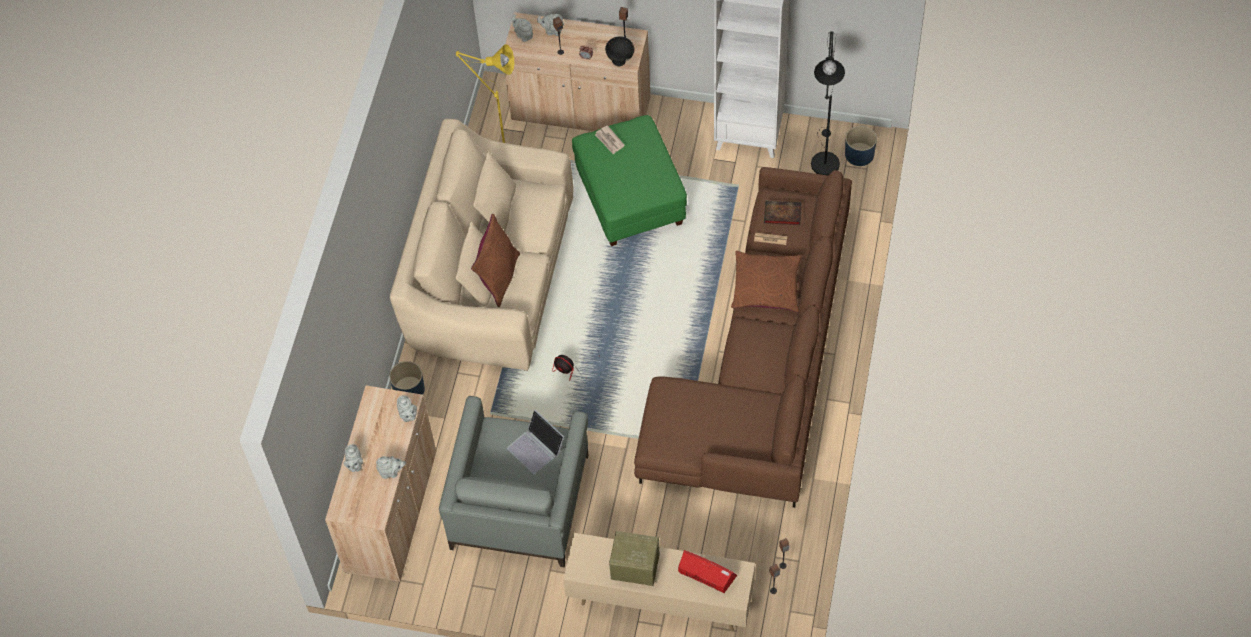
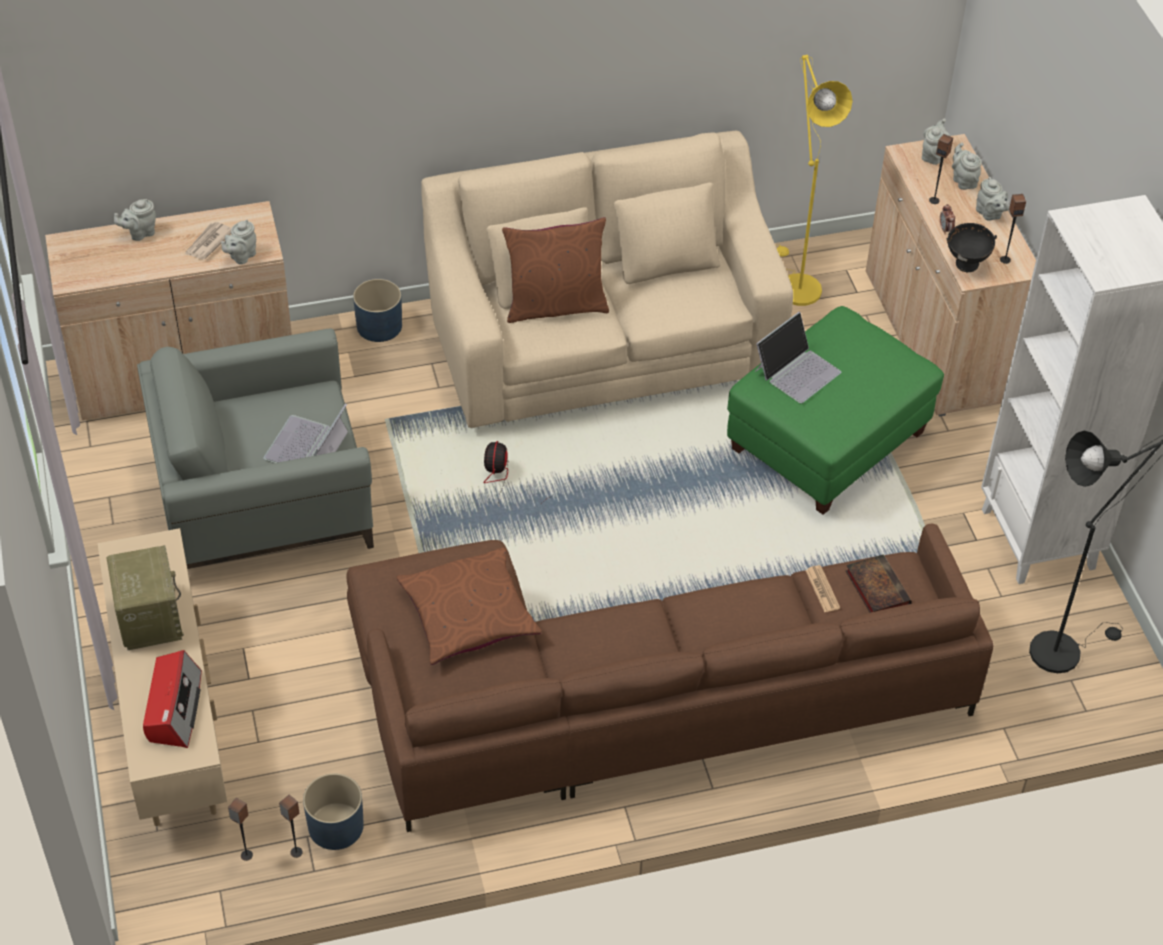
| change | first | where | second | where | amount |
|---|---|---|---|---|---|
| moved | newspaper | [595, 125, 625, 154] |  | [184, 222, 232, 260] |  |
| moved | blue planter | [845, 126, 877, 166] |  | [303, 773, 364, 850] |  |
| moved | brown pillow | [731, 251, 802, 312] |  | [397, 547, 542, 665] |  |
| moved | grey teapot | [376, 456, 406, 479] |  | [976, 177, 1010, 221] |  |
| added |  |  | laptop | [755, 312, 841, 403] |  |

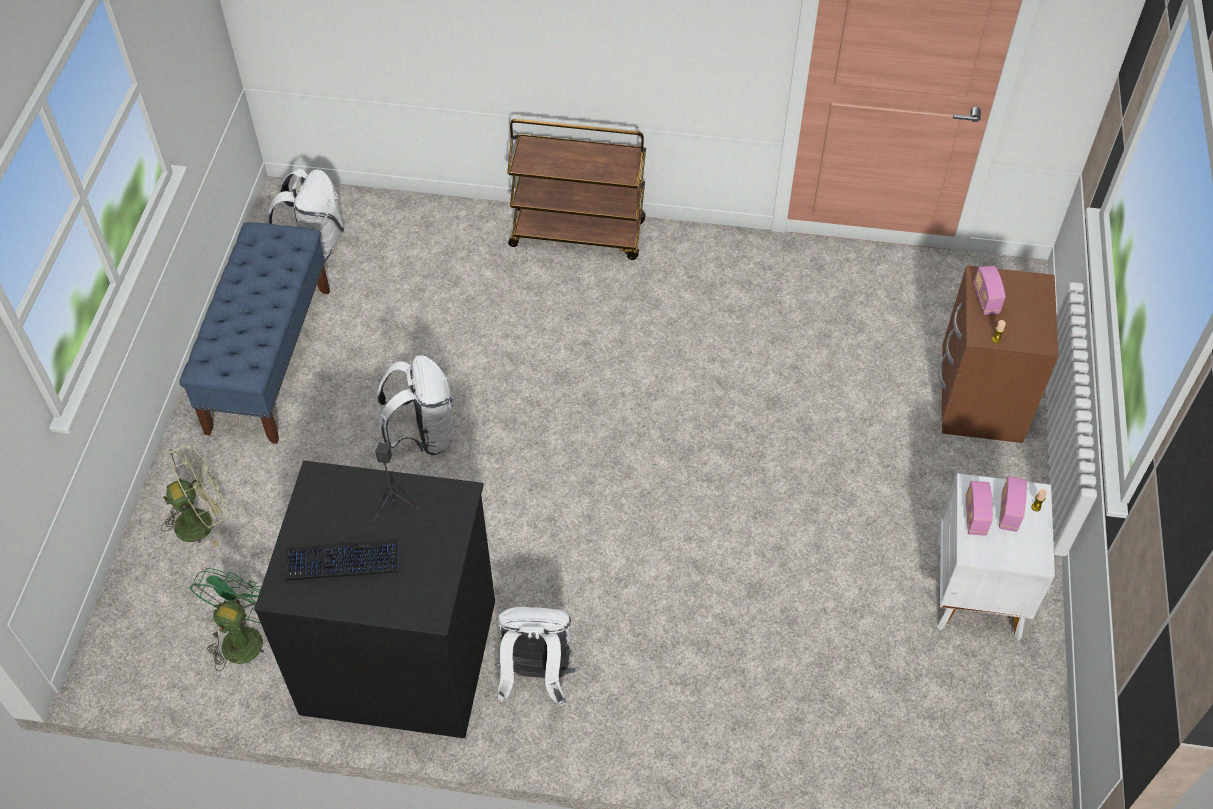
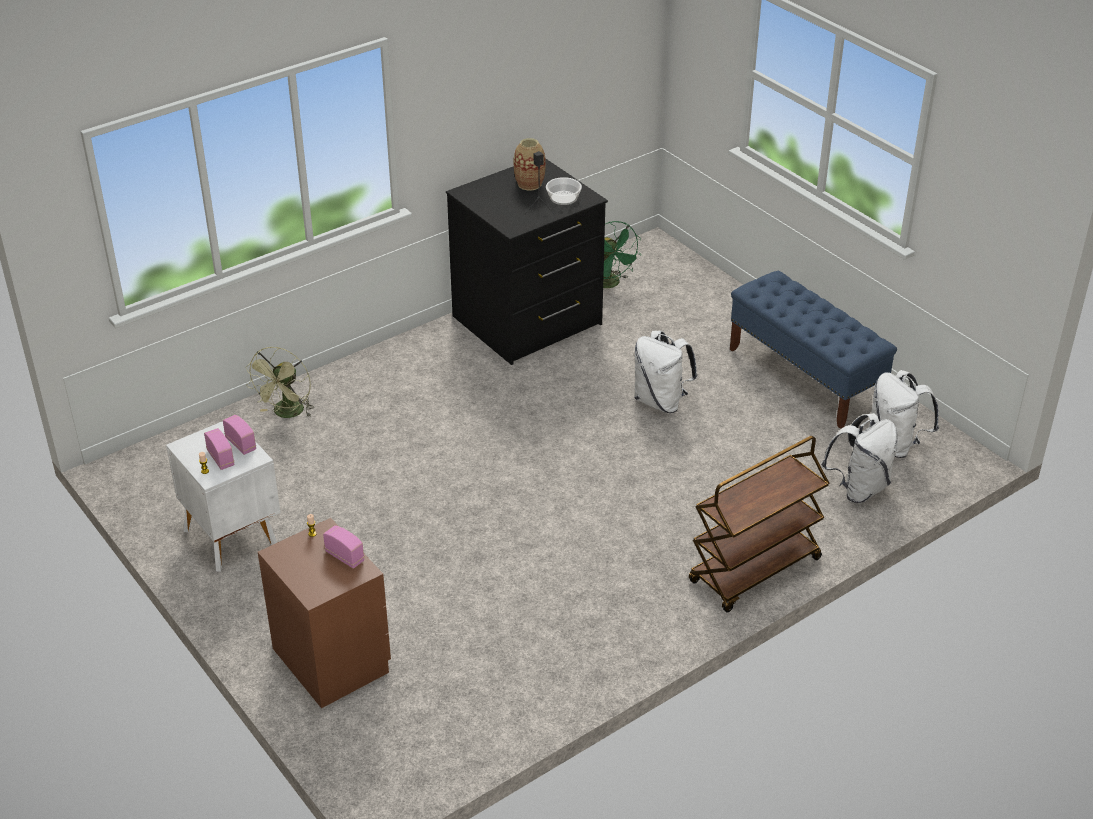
| change | first | where | second | where | amount |
|---|---|---|---|---|---|
| moved | green fan | [161, 444, 228, 547] |  | [246, 347, 314, 418] |  |
| replaced | keyboard | [285, 539, 399, 581] | vase | [514, 138, 546, 190] |  |
| moved | white backpack | [495, 606, 575, 706] |  | [821, 413, 898, 503] |  |
| added |  |  | bowl | [546, 177, 582, 205] |  |

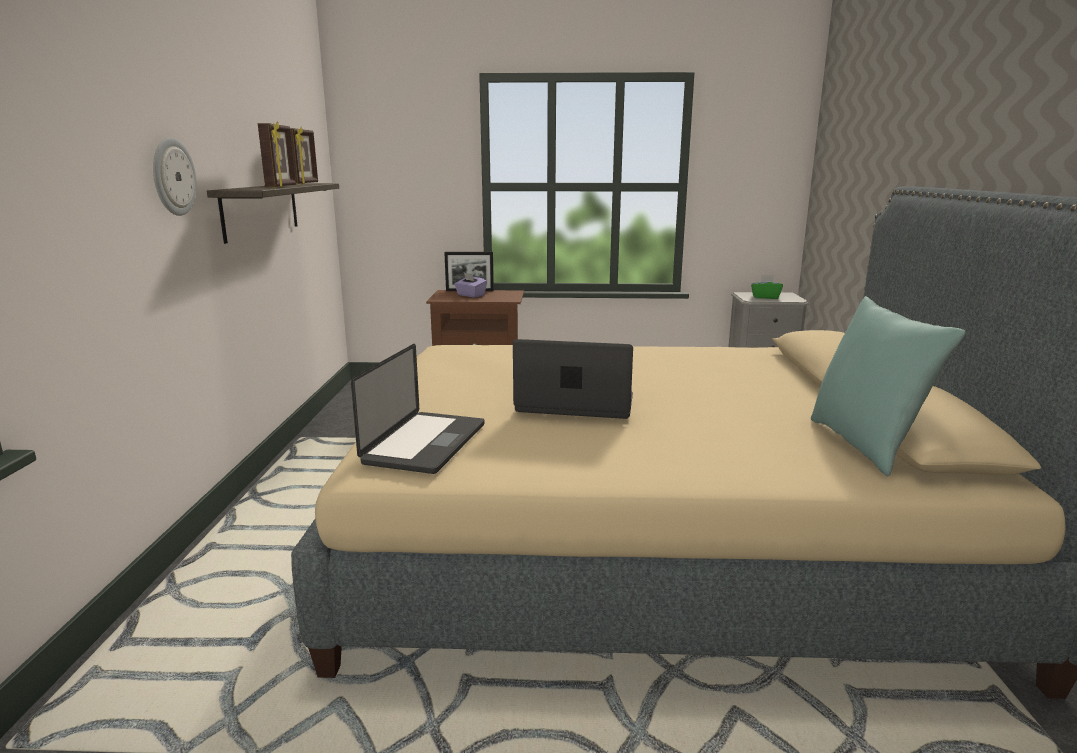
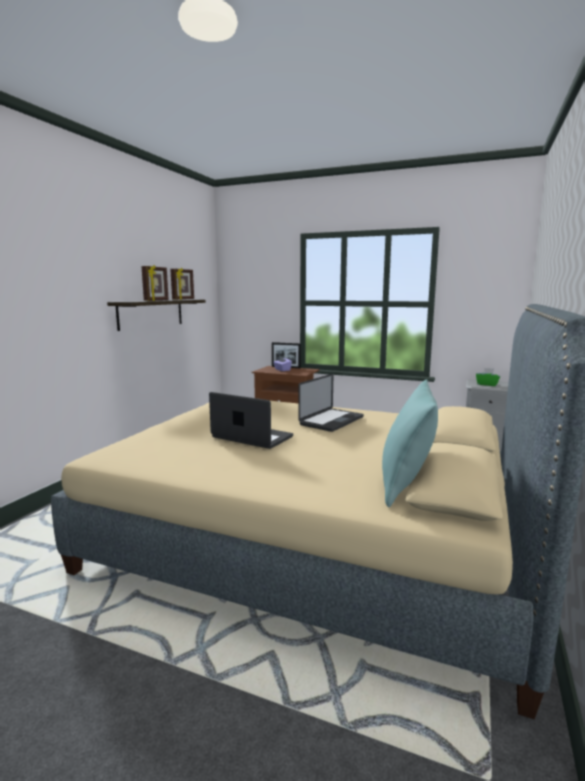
| change | first | where | second | where | amount |
|---|---|---|---|---|---|
| removed | wall clock | [153, 137, 197, 216] |  |  |  |
| moved | laptop | [351, 344, 485, 474] |  | [298, 374, 364, 432] |  |

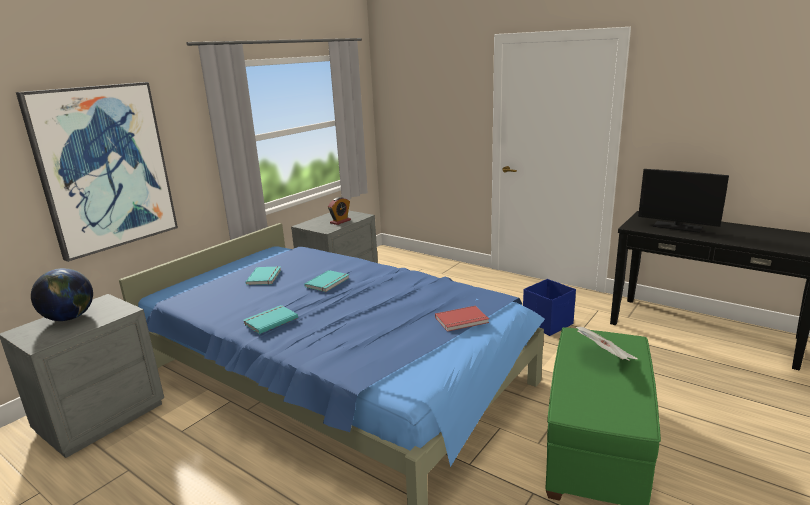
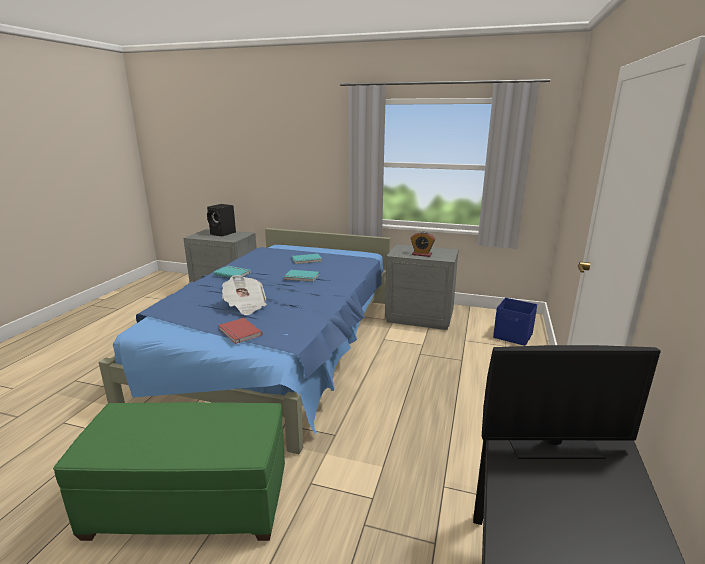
| change | first | where | second | where | amount |
|---|---|---|---|---|---|
| removed | picture | [16, 82, 178, 262] |  |  |  |
| turned | monitor | [638, 169, 729, 233] |  | [482, 345, 661, 459] | 105 degrees counterclockwise |
| replaced | globe | [31, 268, 93, 321] | black speaker | [207, 204, 236, 236] |  |
| moved | blue storage box | [523, 279, 576, 336] |  | [493, 298, 537, 346] |  |
| moved | newspaper | [576, 326, 638, 361] |  | [222, 275, 267, 315] |  |

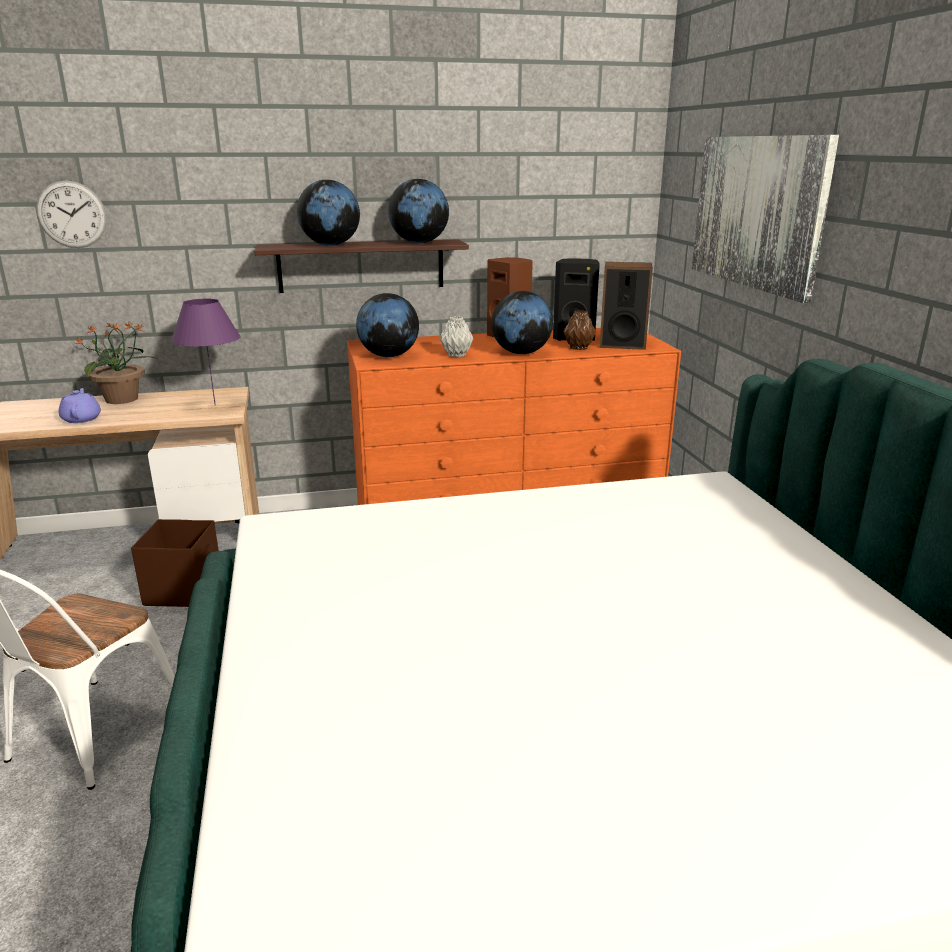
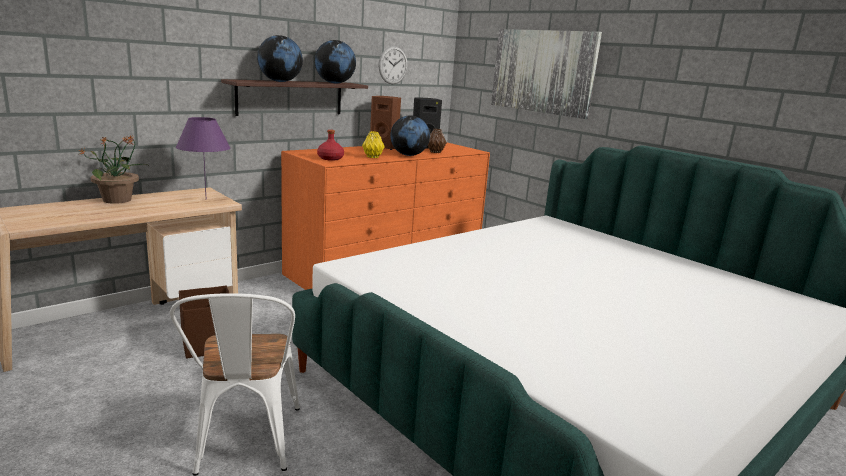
| change | first | where | second | where | amount |
|---|---|---|---|---|---|
| moved | wall clock | [36, 180, 107, 248] |  | [379, 46, 408, 84] |  |
| removed | speaker | [600, 262, 653, 350] |  |  |  |
| replaced | globe | [356, 293, 419, 357] | red bottle | [317, 130, 344, 161] |  |
| recoloured | grey vase | [440, 316, 473, 357] | yellow vase | [362, 131, 384, 158] |  |
| removed | purple teapot | [59, 388, 101, 423] |  |  |  |

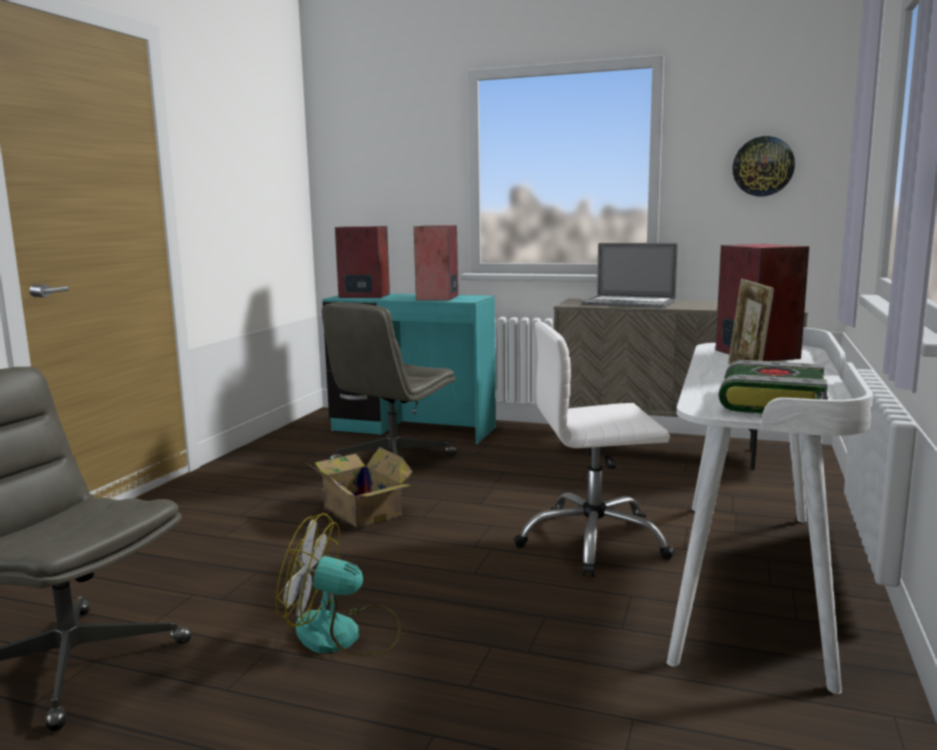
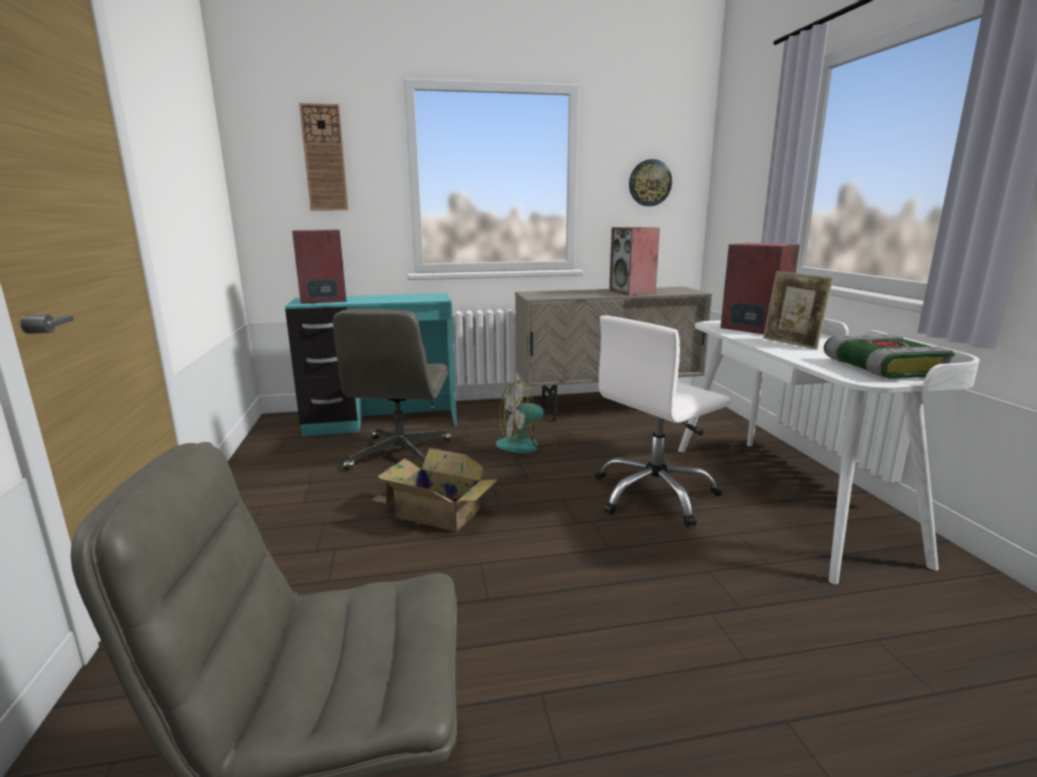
| change | first | where | second | where | amount |
|---|---|---|---|---|---|
| moved | speaker | [414, 225, 458, 301] |  | [609, 227, 660, 296] |  |
| removed | laptop | [581, 243, 678, 308] |  |  |  |
| moved | fan | [276, 513, 401, 657] |  | [496, 380, 558, 453] |  |
| added |  |  | wall clock | [299, 103, 349, 210] |  |

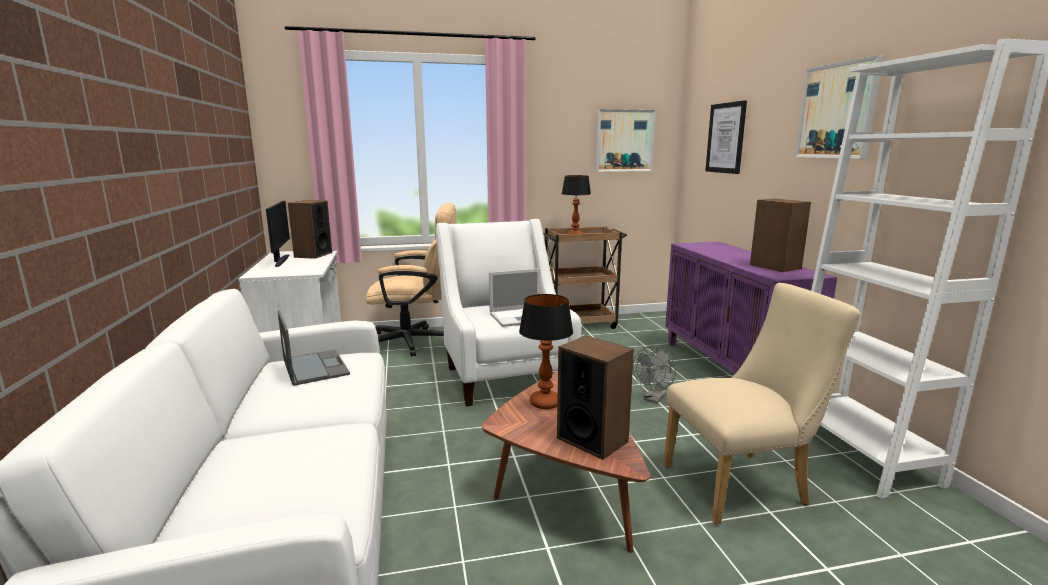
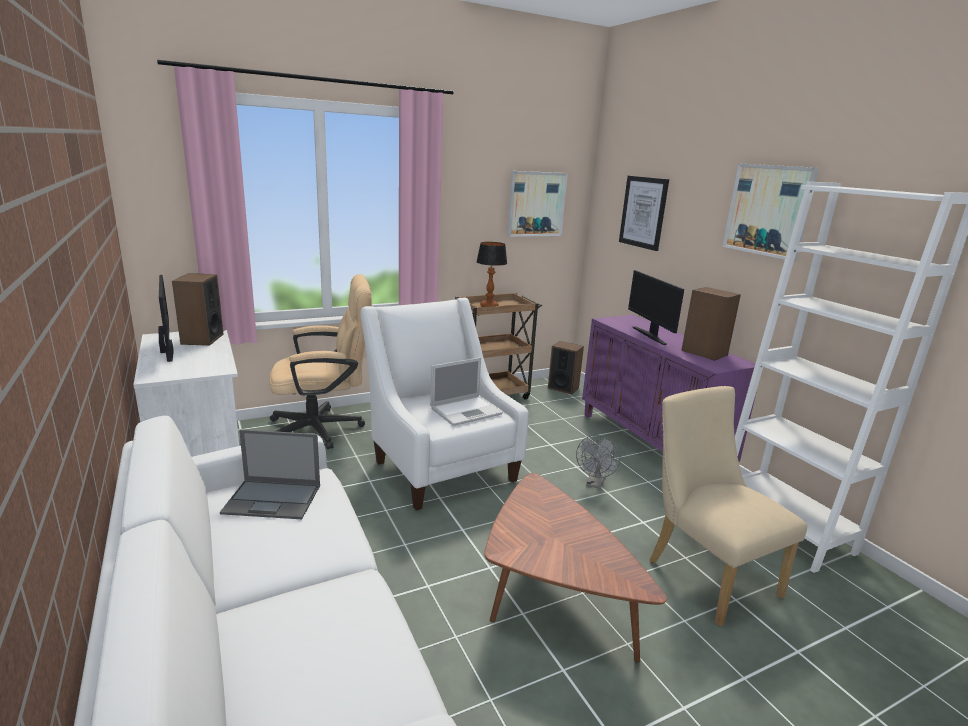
| change | first | where | second | where | amount |
|---|---|---|---|---|---|
| turned | beige chair | [663, 283, 861, 525] |  | [649, 386, 807, 626] | 90 degrees counterclockwise |
| removed | table lamp | [519, 294, 573, 409] |  |  |  |
| turned | laptop | [278, 310, 350, 386] |  | [220, 429, 320, 519] | 135 degrees clockwise |
| moved | speaker | [557, 335, 634, 460] |  | [548, 341, 584, 395] |  |
| added |  |  | monitor | [628, 270, 684, 345] |  |

